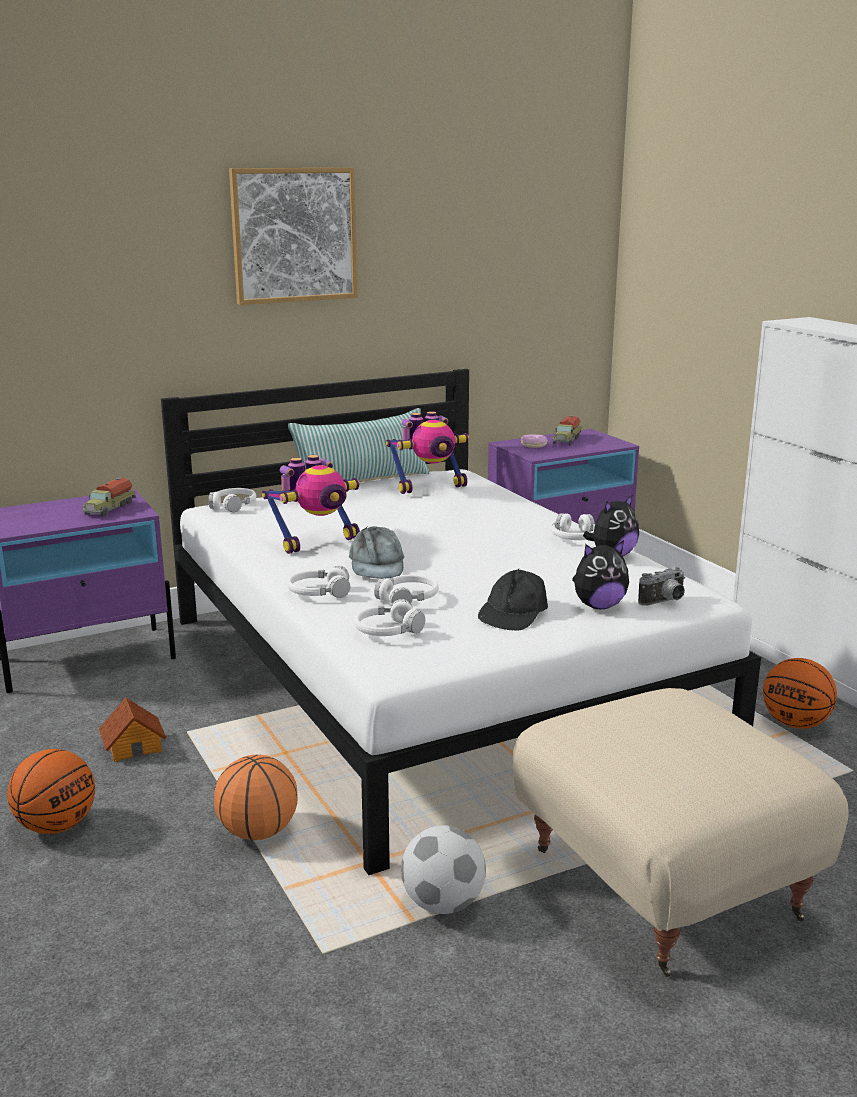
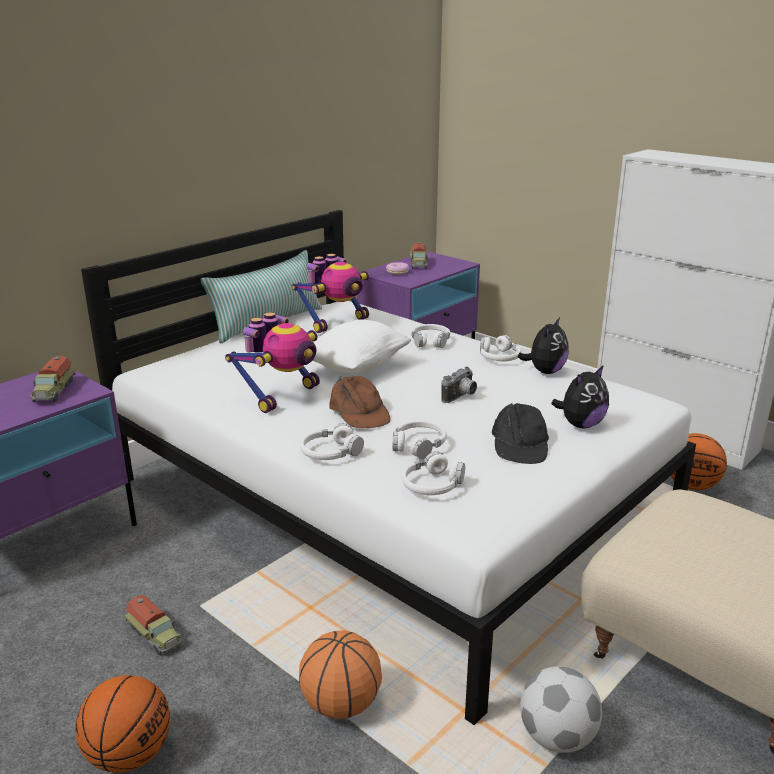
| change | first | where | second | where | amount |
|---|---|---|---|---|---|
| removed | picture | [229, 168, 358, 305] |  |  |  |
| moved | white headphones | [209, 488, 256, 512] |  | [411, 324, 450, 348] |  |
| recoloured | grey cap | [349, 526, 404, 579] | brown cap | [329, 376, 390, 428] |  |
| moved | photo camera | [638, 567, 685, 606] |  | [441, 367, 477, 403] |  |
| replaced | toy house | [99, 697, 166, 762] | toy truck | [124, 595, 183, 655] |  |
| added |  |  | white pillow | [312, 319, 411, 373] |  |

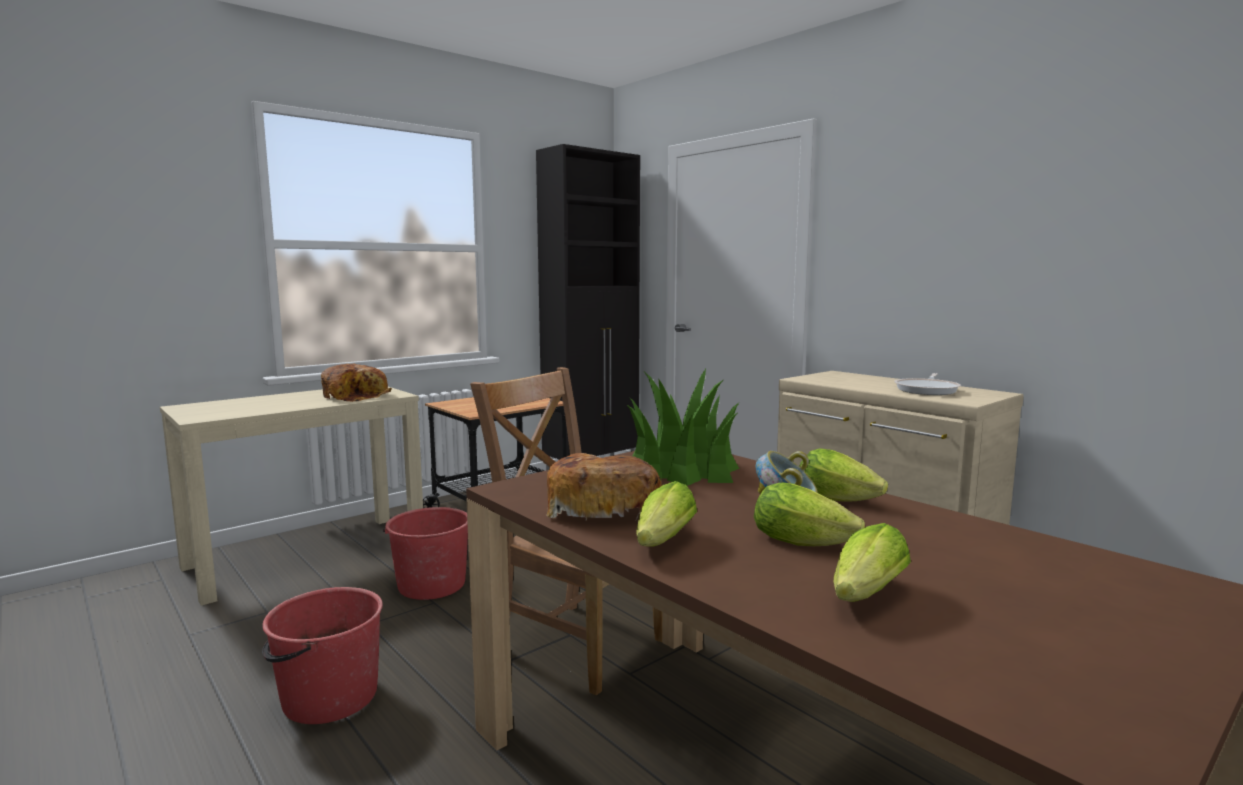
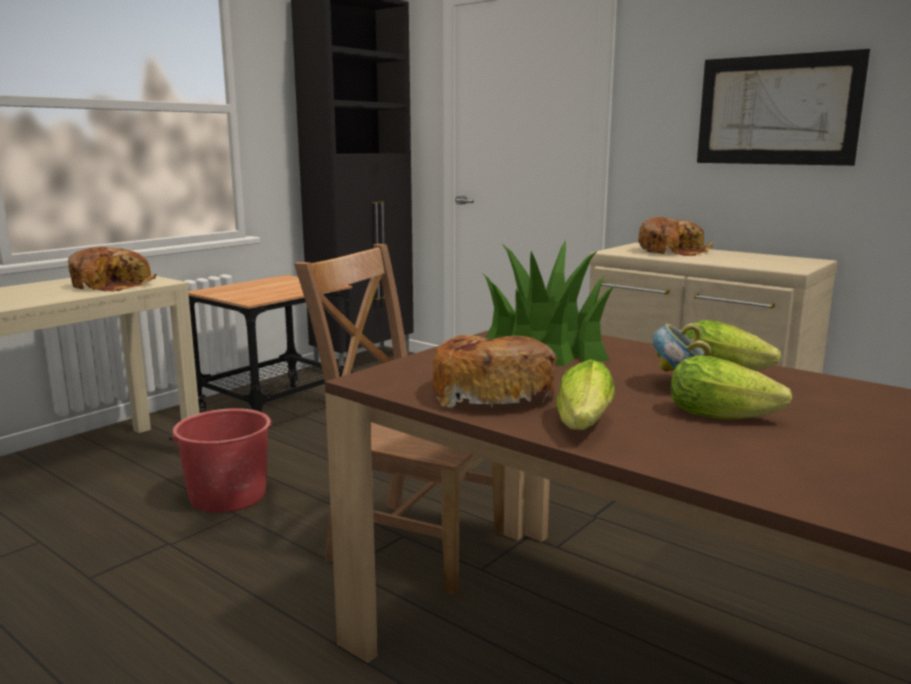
| change | first | where | second | where | amount |
|---|---|---|---|---|---|
| removed | frying pan | [894, 373, 961, 395] |  |  |  |
| removed | lettuce | [834, 523, 911, 602] |  |  |  |
| removed | red bucket | [262, 587, 383, 724] |  |  |  |
| added |  |  | picture | [697, 49, 870, 166] |  |
| added |  |  | bread | [638, 217, 713, 256] |  |

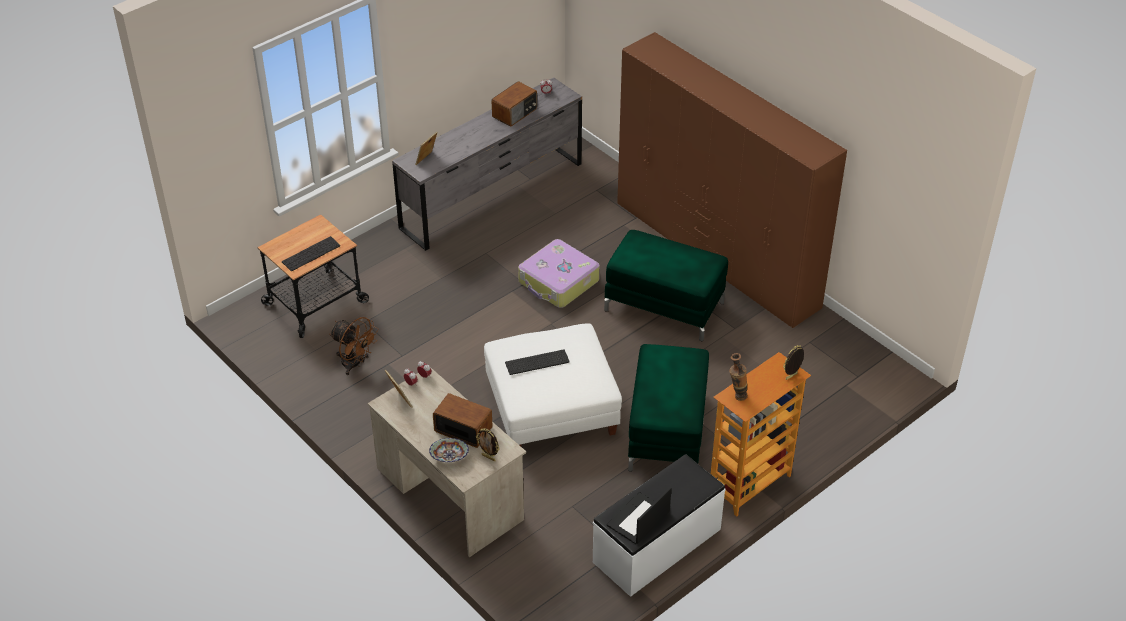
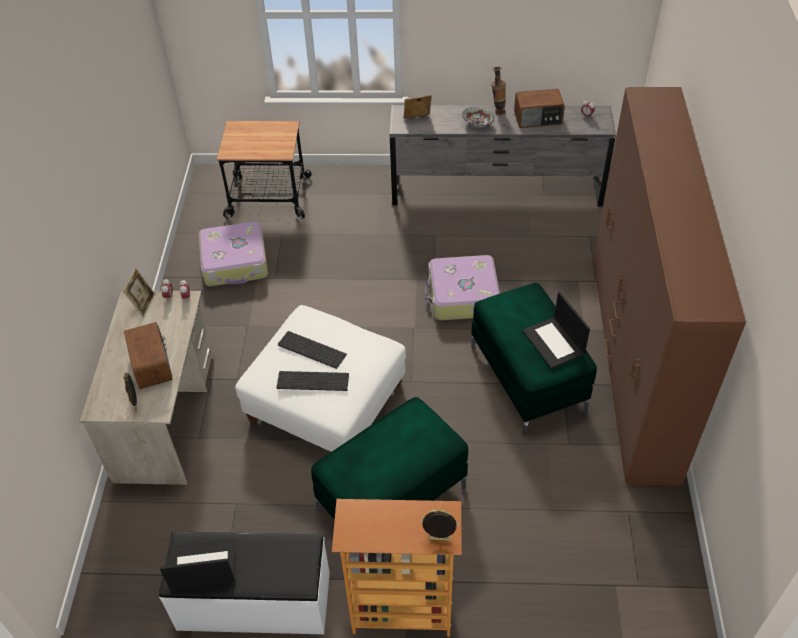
| change | first | where | second | where | amount |
|---|---|---|---|---|---|
| moved | keyboard | [282, 236, 340, 271] |  | [277, 371, 349, 391] |  |
| replaced | brown fan | [329, 317, 378, 375] | suitcase | [199, 222, 268, 286] |  |
| moved | vase | [729, 353, 748, 401] |  | [491, 66, 506, 115] |  |
| moved | bowl | [429, 438, 469, 462] |  | [462, 107, 494, 127] |  |
| added |  |  | laptop | [522, 292, 590, 369] |  |

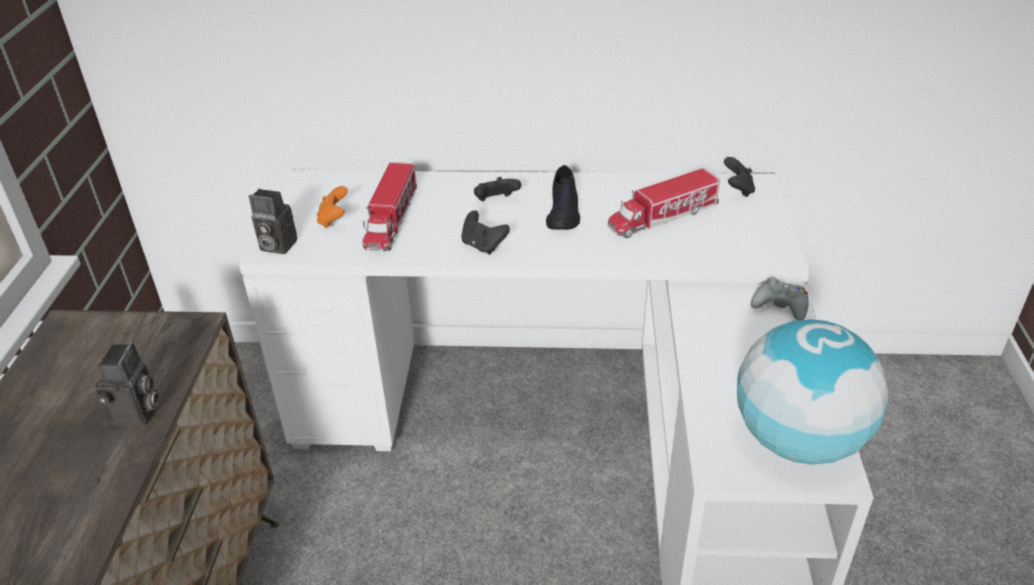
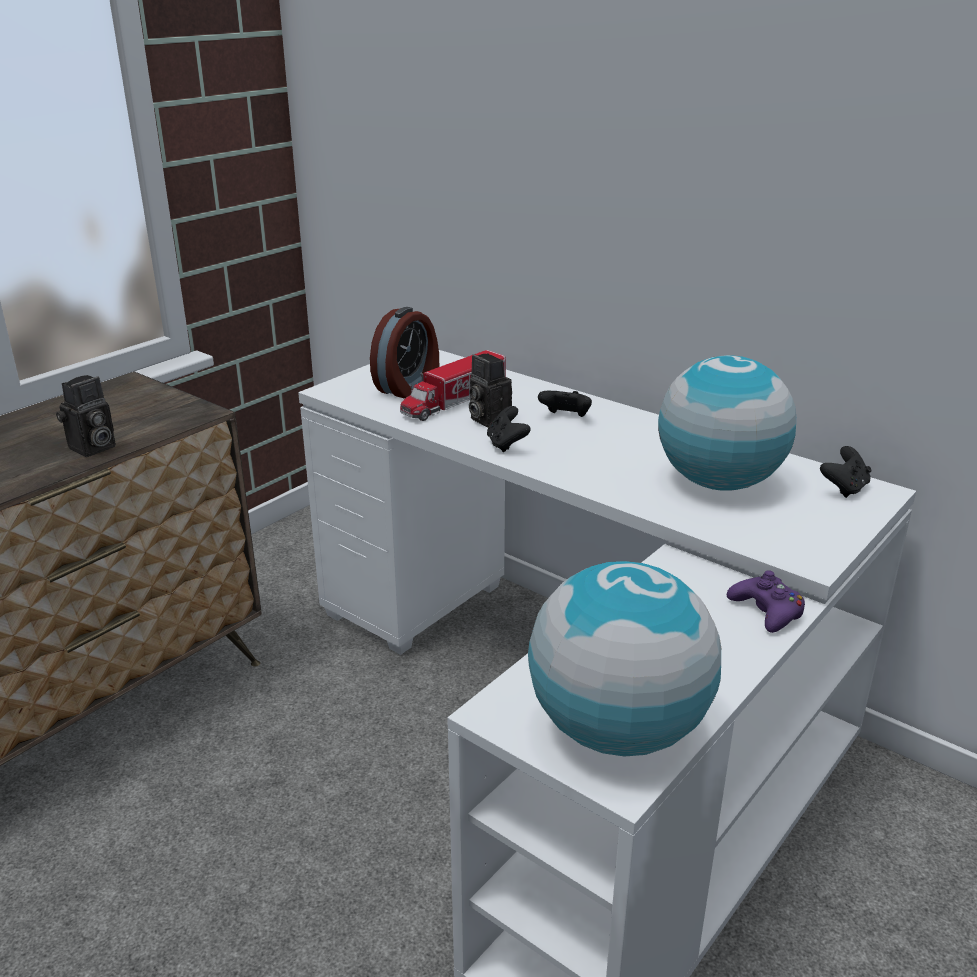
| change | first | where | second | where | amount |
|---|---|---|---|---|---|
| removed | black shoe | [546, 165, 580, 230] |  |  |  |
| replaced | toy truck | [608, 168, 720, 238] | globe | [658, 355, 796, 491] |  |
| replaced | orange game controller | [317, 186, 348, 228] | alarm clock | [370, 307, 439, 399] |  |
| moved | photo camera | [249, 189, 297, 254] |  | [469, 354, 512, 428] |  |
| recoloured | grey game controller | [751, 277, 809, 320] | purple game controller | [727, 570, 805, 633] |  |

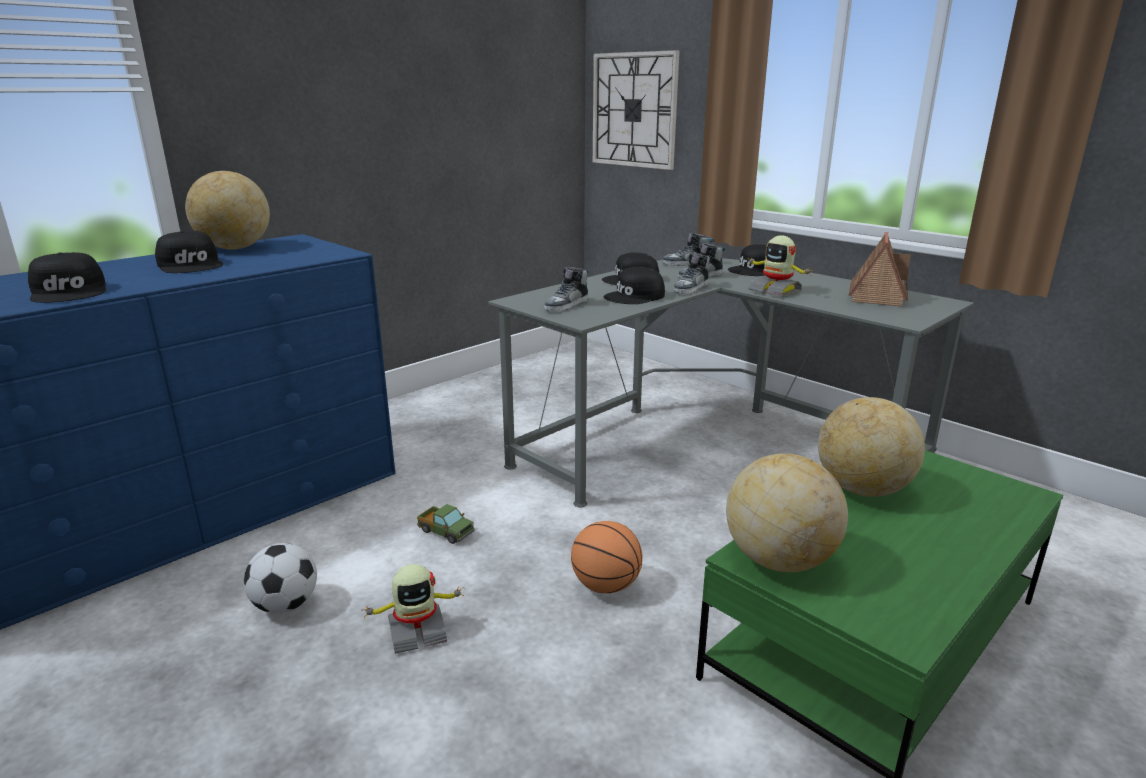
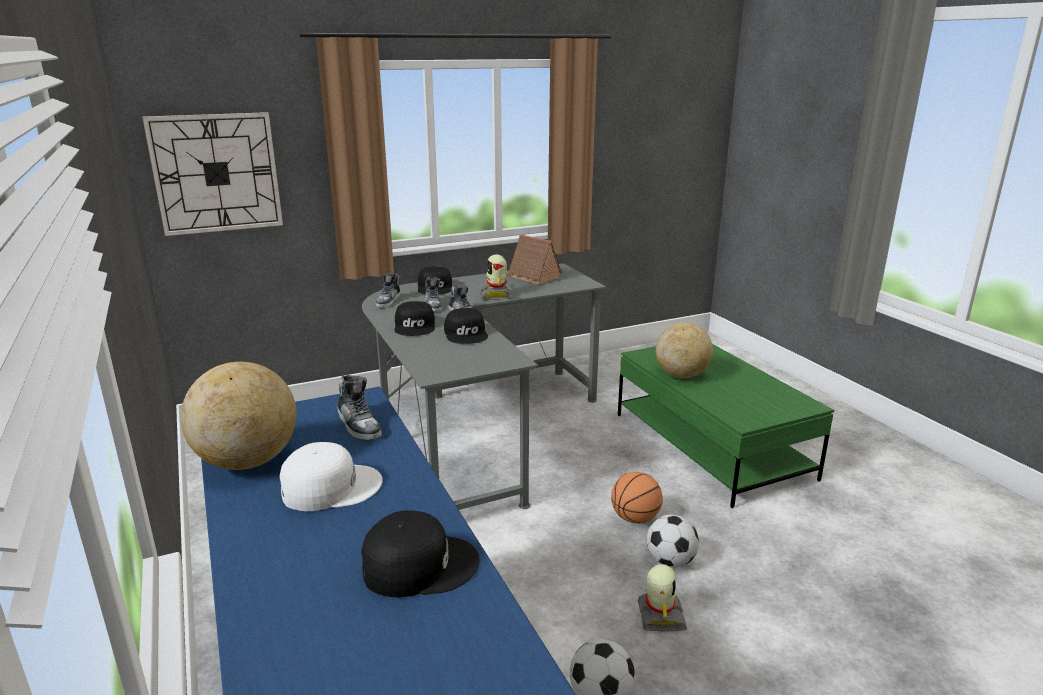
| change | first | where | second | where | amount |
|---|---|---|---|---|---|
| recoloured | black cap | [155, 231, 224, 273] | white cap | [280, 442, 383, 511] |  |
| turned | toy robot | [747, 235, 814, 297] |  | [479, 254, 511, 300] | 105 degrees clockwise |
| moved | shoe | [544, 267, 589, 312] |  | [337, 375, 382, 440] |  |
| removed | globe | [726, 453, 848, 572] |  |  |  |
| removed | toy truck | [417, 504, 475, 544] |  |  |  |
| added |  |  | football | [647, 515, 699, 567] |  |

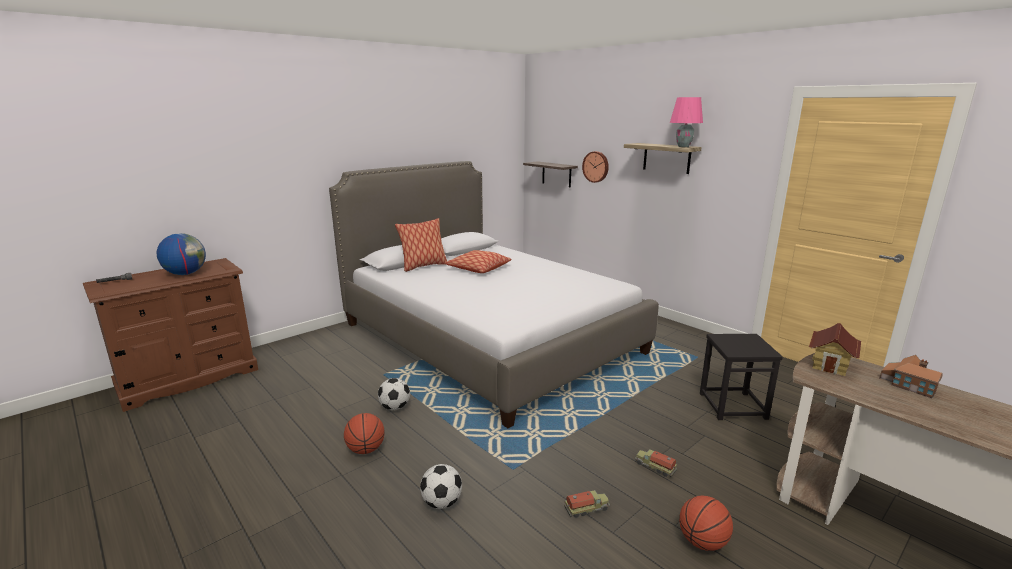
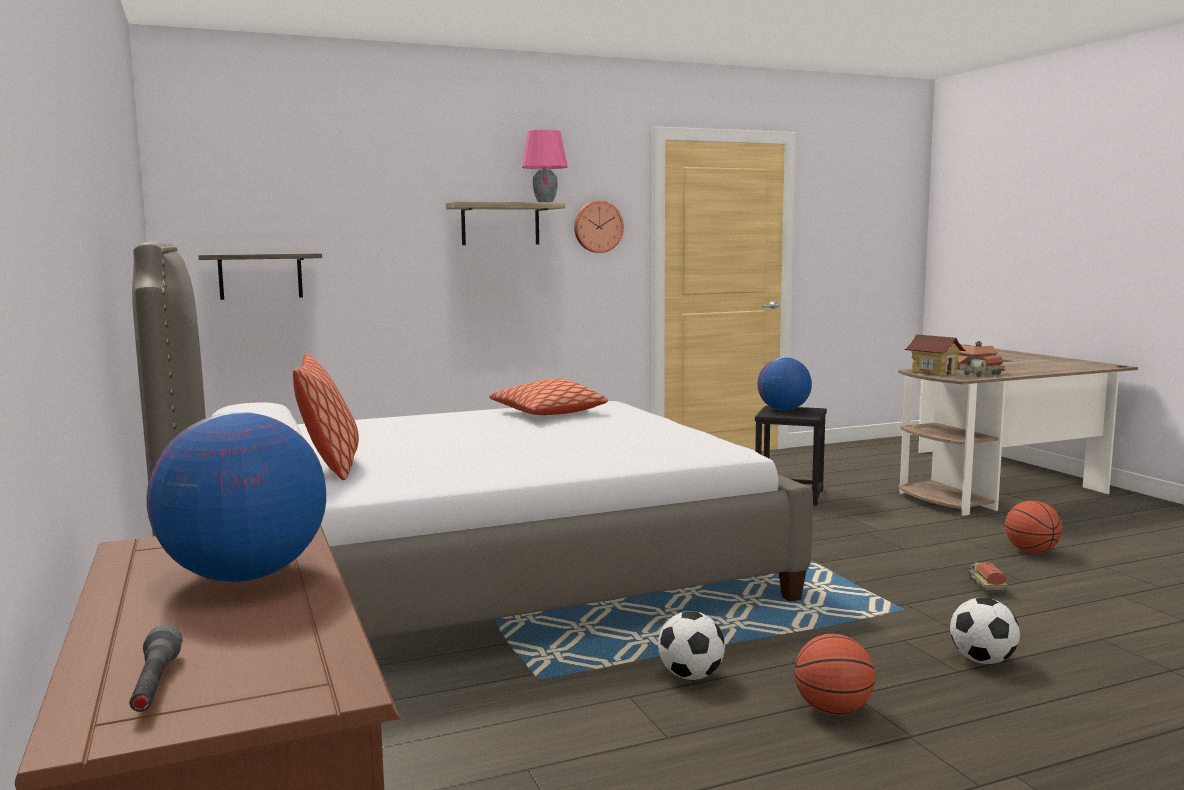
| change | first | where | second | where | amount |
|---|---|---|---|---|---|
| moved | wall clock | [582, 151, 609, 183] |  | [574, 201, 624, 253] |  |
| moved | pillow | [445, 250, 511, 273] |  | [489, 379, 608, 415] |  |
| moved | toy truck | [635, 449, 677, 477] |  | [964, 355, 1005, 377] |  |
| added |  |  | globe | [758, 357, 812, 411] |  |

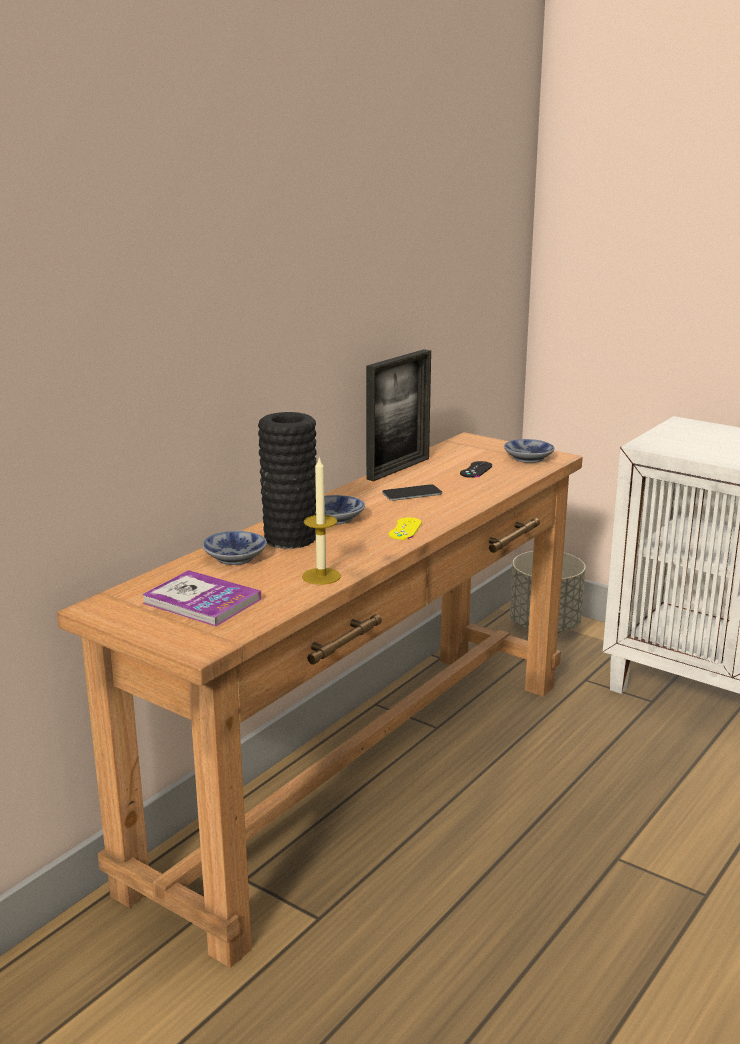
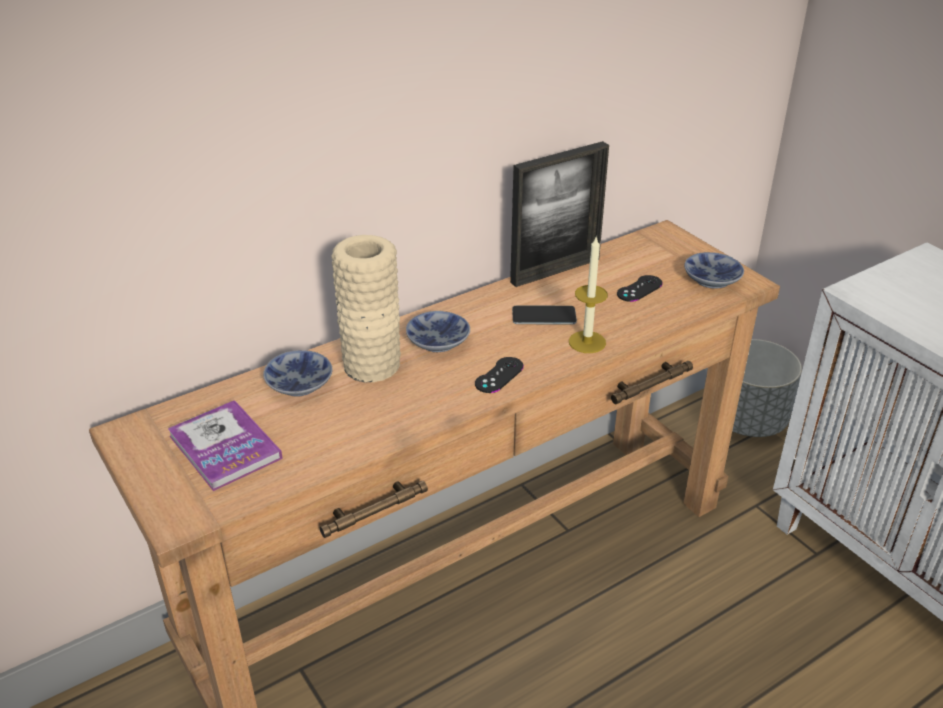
| change | first | where | second | where | amount |
|---|---|---|---|---|---|
| recoloured | black vase | [258, 412, 317, 549] | beige vase | [332, 235, 401, 382] |  |
| moved | candle | [302, 456, 341, 585] |  | [569, 237, 608, 353] |  |
| recoloured | yellow game controller | [389, 517, 422, 540] | black game controller | [475, 357, 524, 393] |  |

